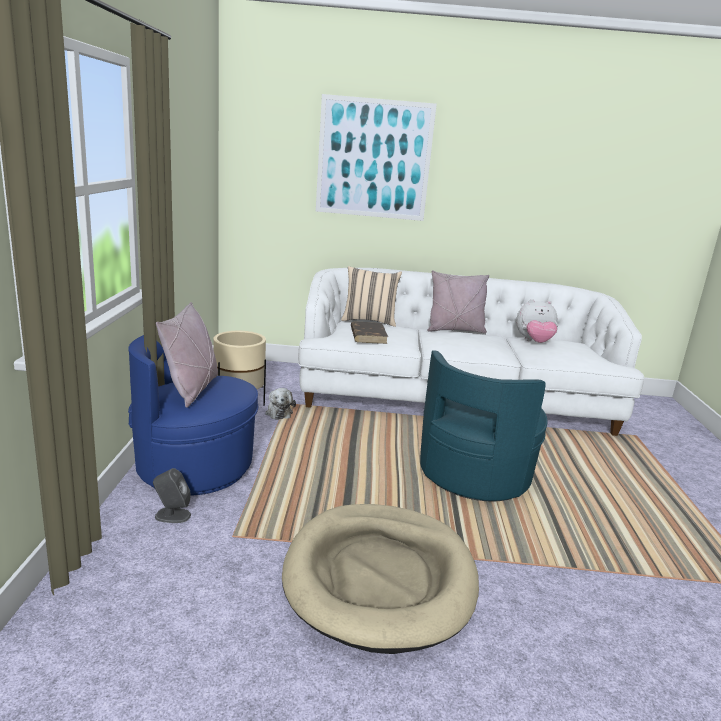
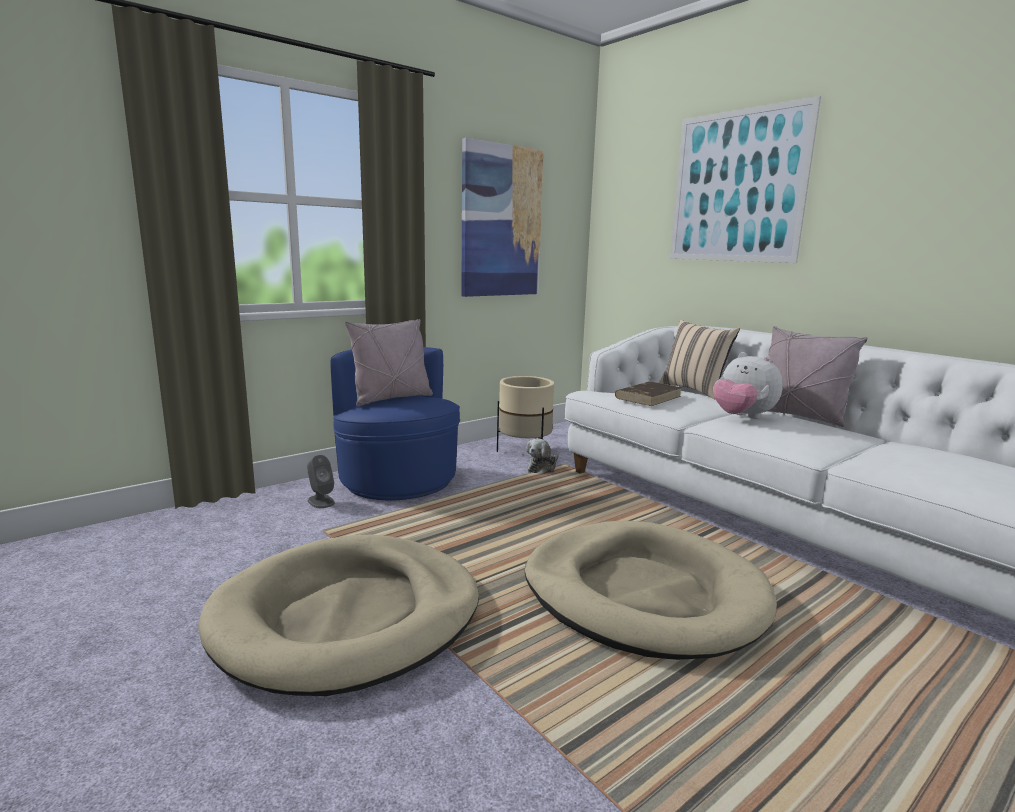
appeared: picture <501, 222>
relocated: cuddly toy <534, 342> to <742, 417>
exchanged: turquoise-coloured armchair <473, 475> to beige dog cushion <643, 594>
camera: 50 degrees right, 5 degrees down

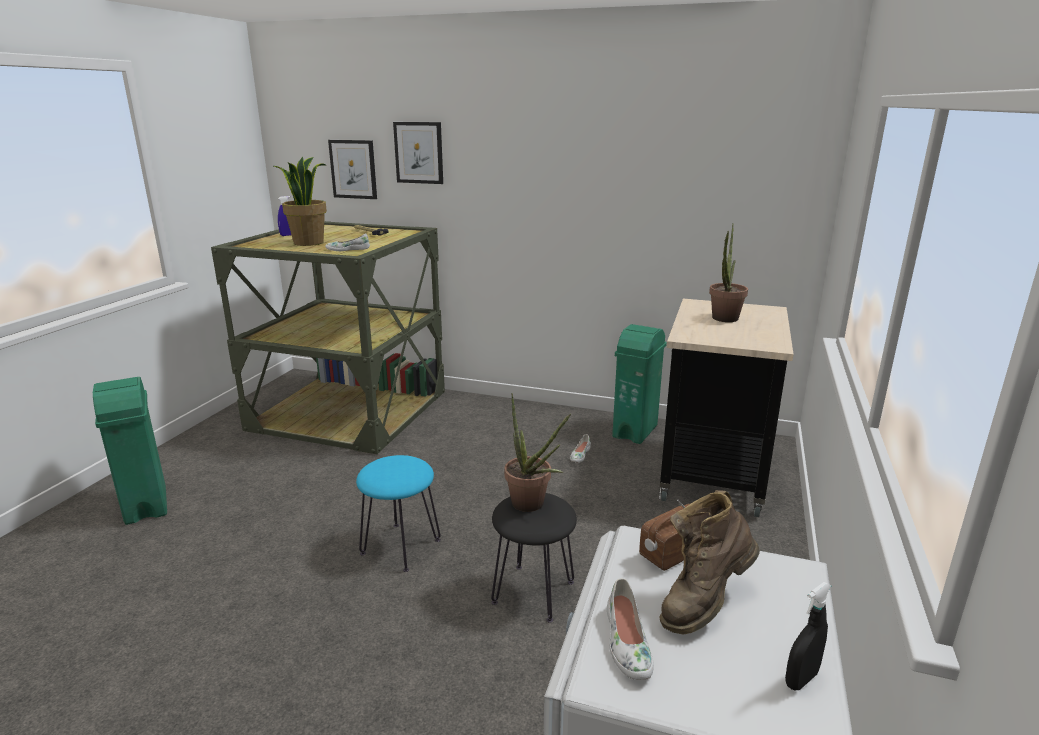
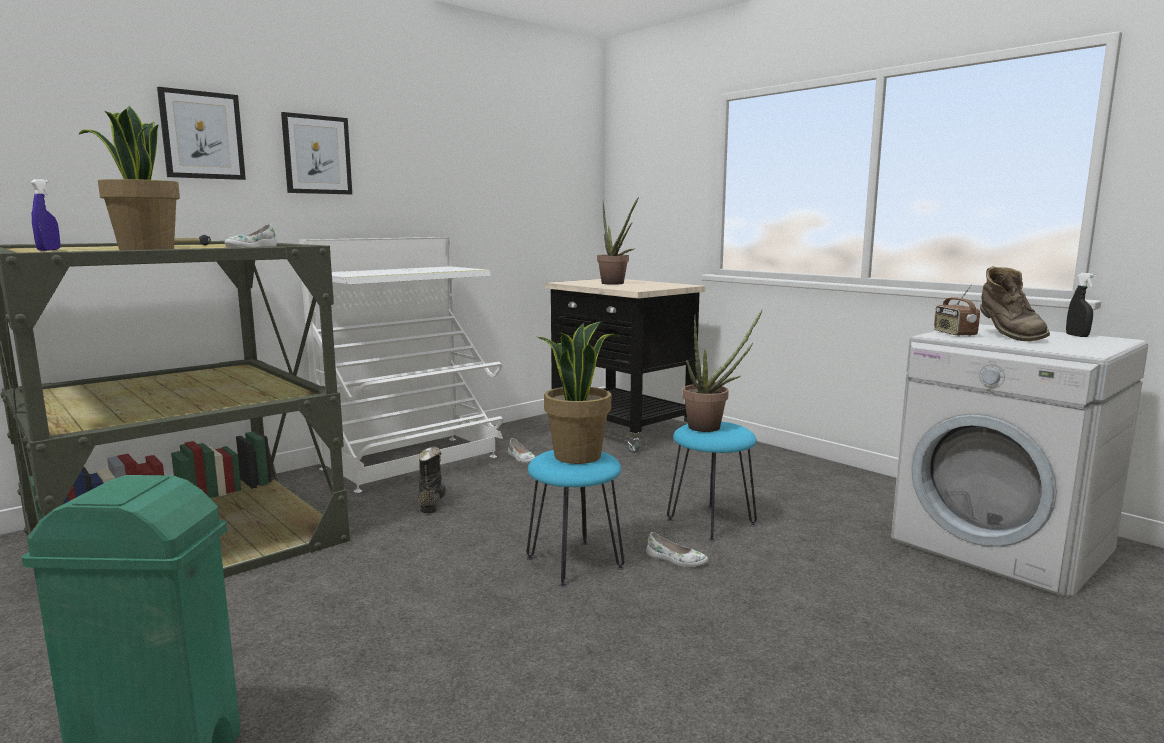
missing: greenish waste bin <635, 431>
appeared: whitish shoe shelf <413, 464>; black high-top boot <431, 502>; plant in a pot <577, 456>
relocated: picture <353, 169> to <317, 155>; whitish low shoe <626, 643> to <676, 560>
colour: black sitting stool <533, 592> to turquoise-coloured sitting stool <710, 522>
camera: 60 degrees left, 10 degrees down

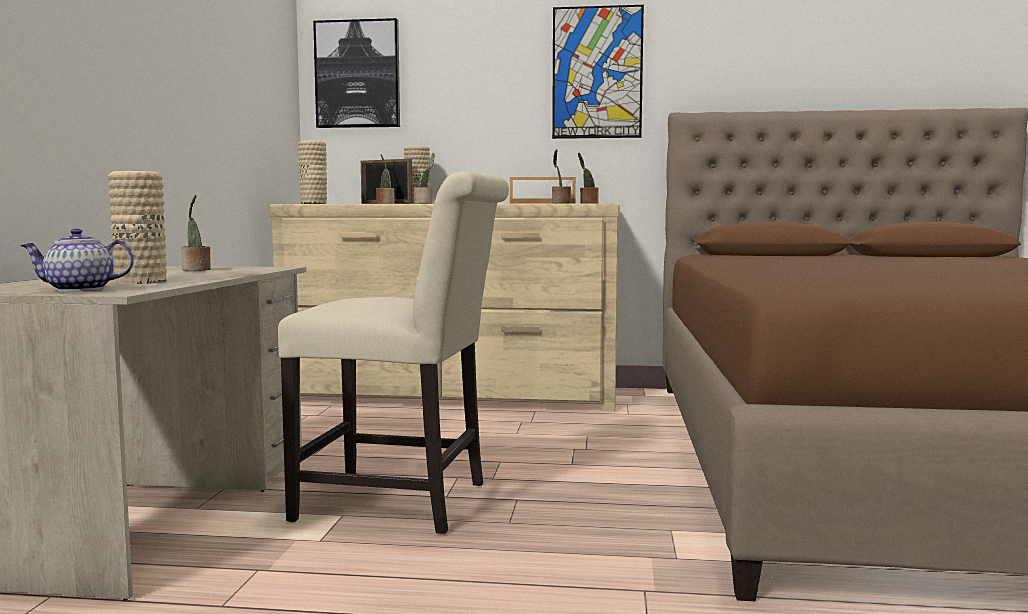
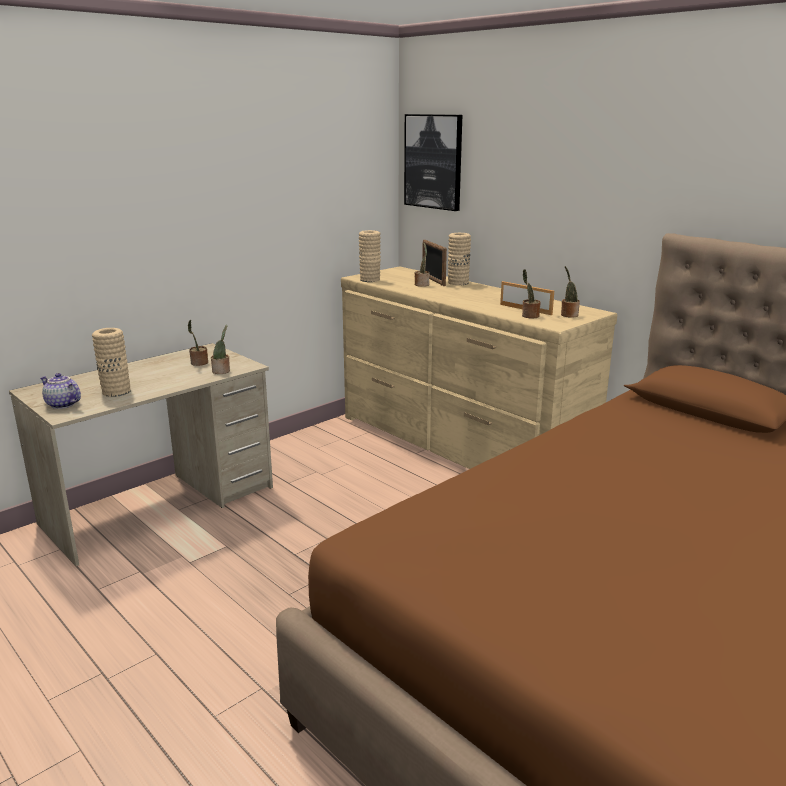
missing: beige chair <404, 503>; picture <597, 72>
relocated: plant in a pot <424, 203> to <222, 371>
camera: 40 degrees right, 15 degrees up

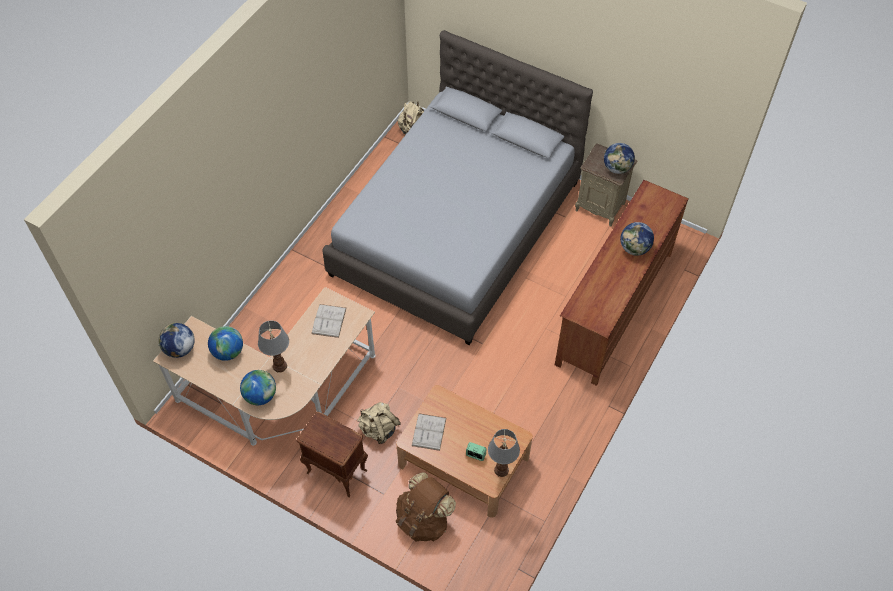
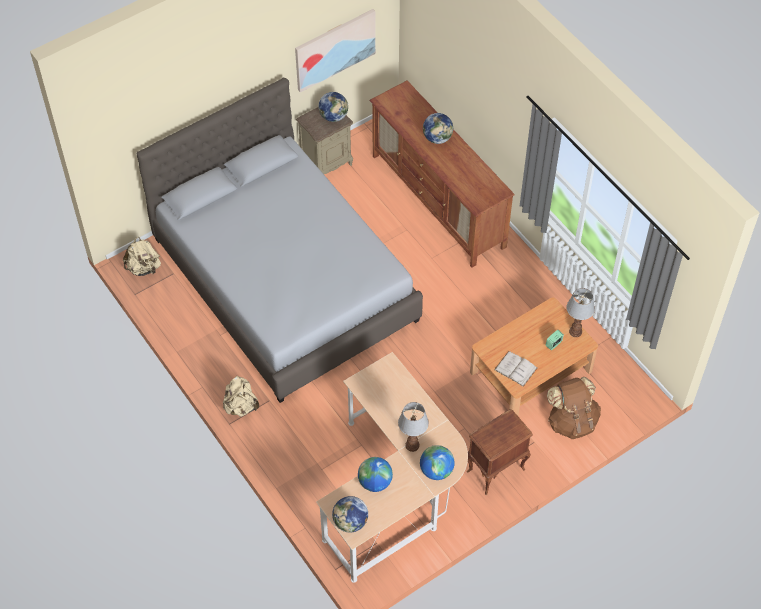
missing: whitish bound book <329, 320>
appeared: picture <334, 49>
relocated: beige rucksack <379, 429> to <241, 406>
camera: 65 degrees left, 0 degrees up

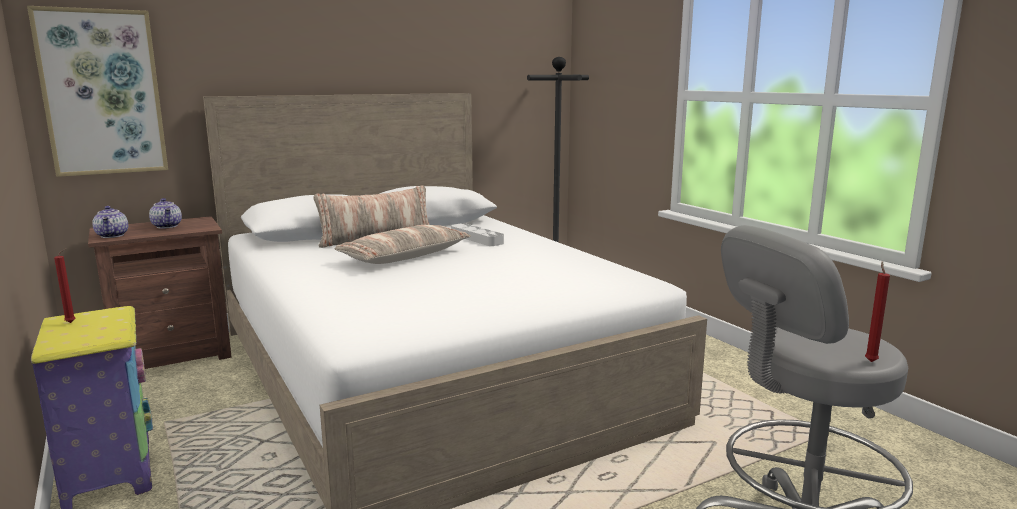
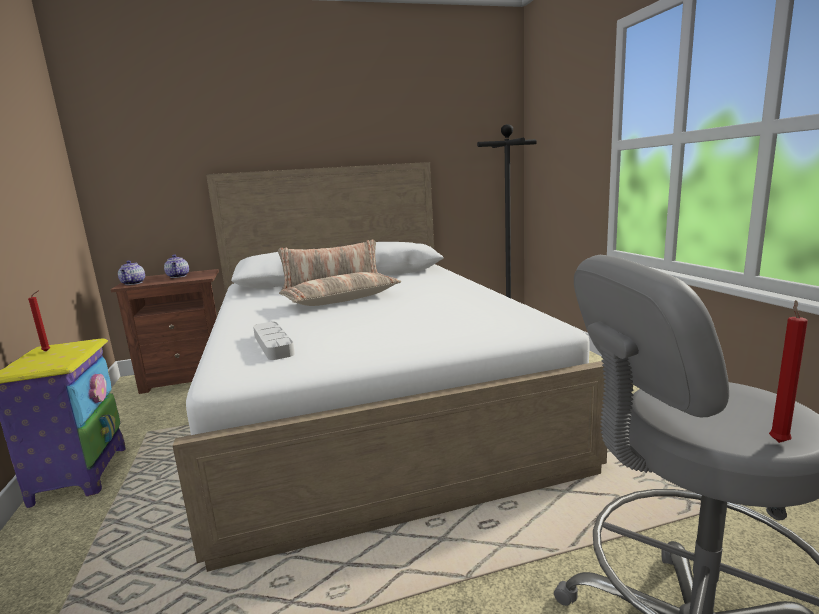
missing: picture <102, 93>
relocated: grey tray <476, 238> to <273, 344>
camera: 15 degrees right, 0 degrees up

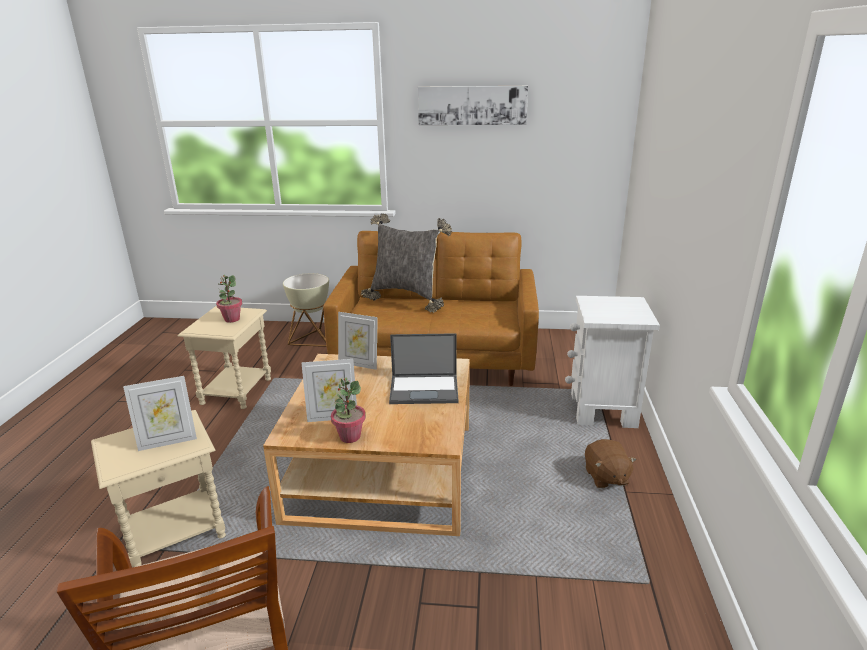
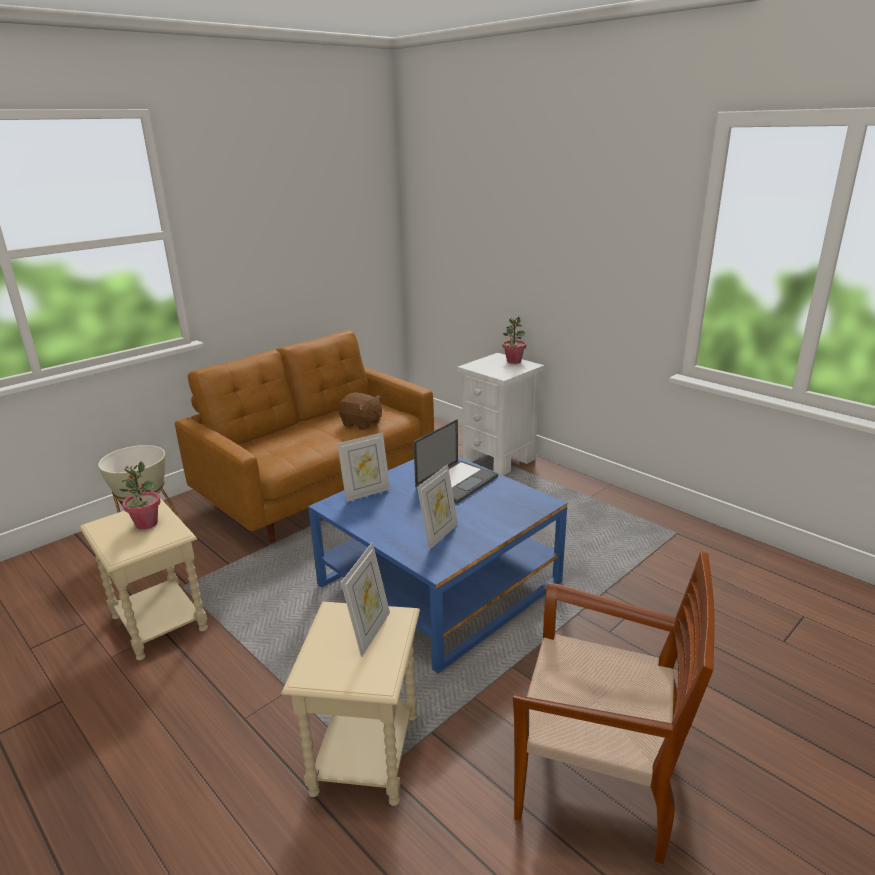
missing: pillow <408, 302>; picture <472, 105>
relocated: plant in a pot <349, 436> to <513, 361>; brown-coloured cuddly toy <605, 477> to <361, 424>
colour: beige low table <383, 471> to blue-coloured low table <439, 584>
camera: 50 degrees left, 0 degrees up

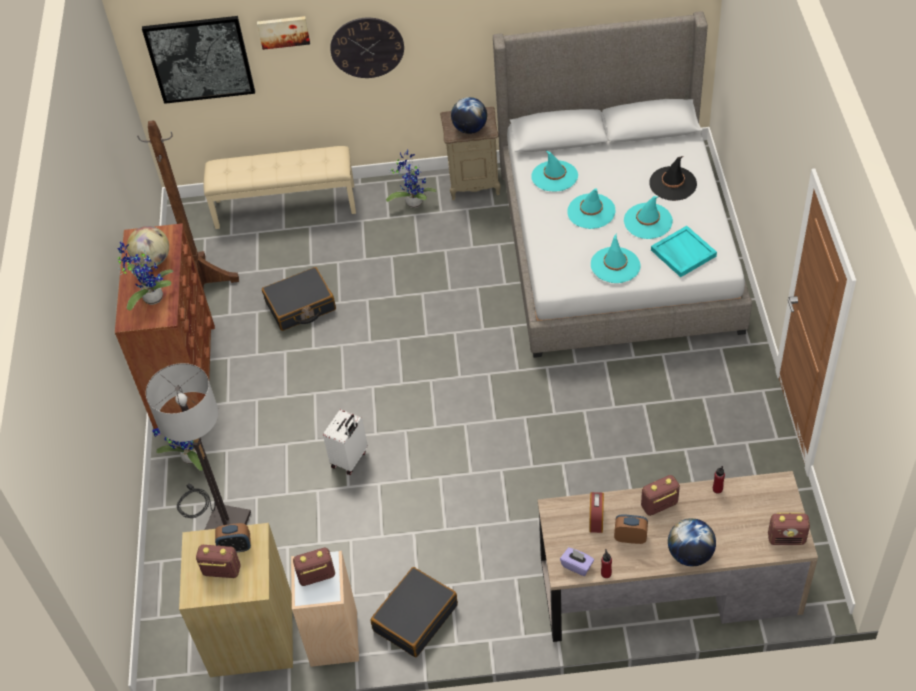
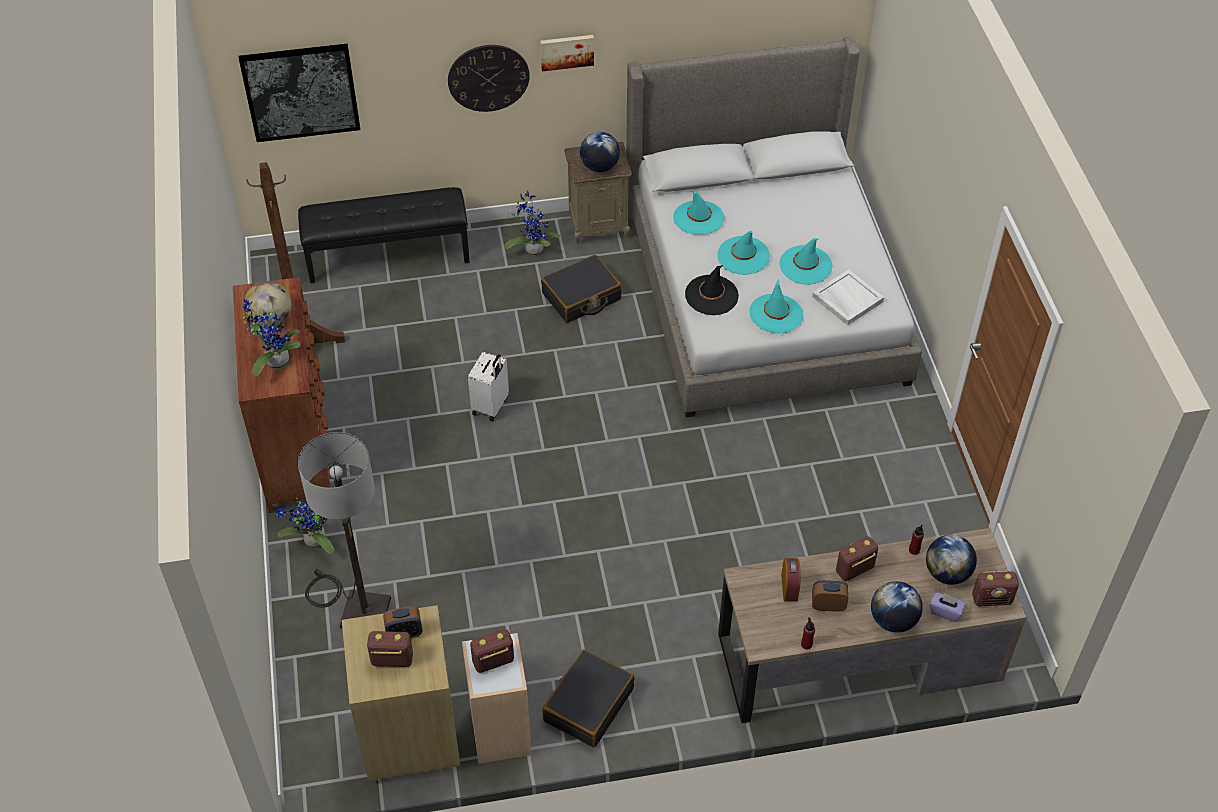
appeared: desk globe <947, 573>
relocated: picture <283, 31> to <567, 51>; black suitcase <300, 306> to <581, 297>; whitish suitcase <350, 459> to <491, 406>; purple-coloured tissue box <577, 566> to <945, 611>; black clothing hat <673, 184> to <711, 295>
colour: beige bench <285, 206> to black bench <388, 255>; turquoise-coloured tray <682, 253> to whitish tray <846, 299>
camera: 10 degrees left, 0 degrees up

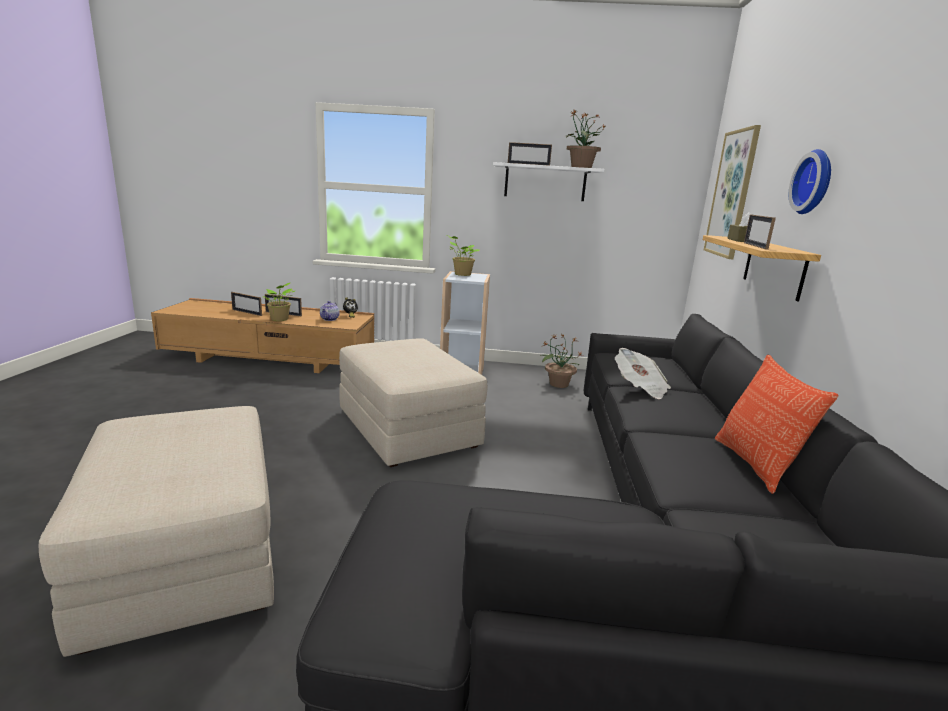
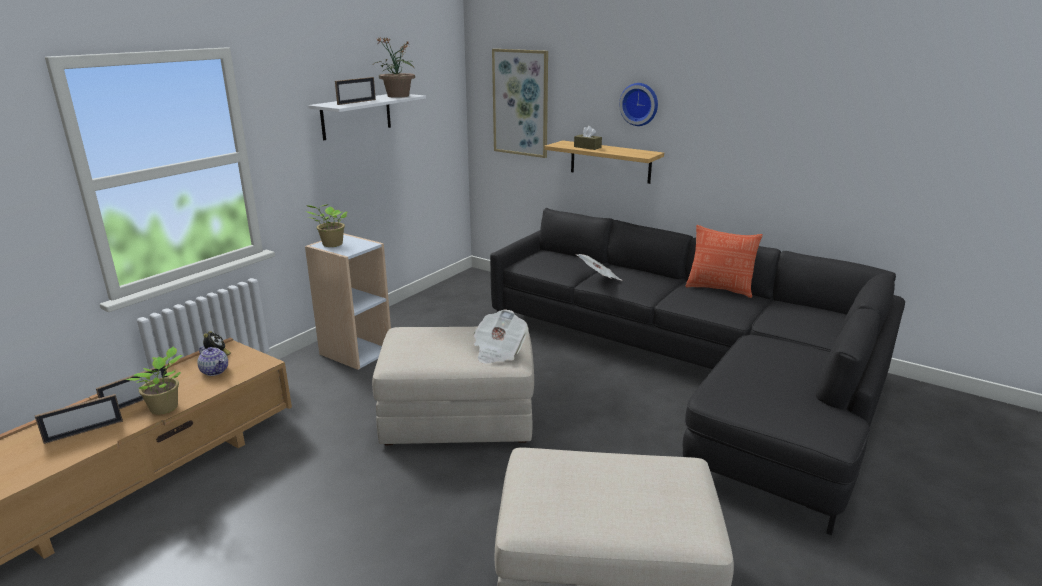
missing: plant in a pot <558, 384>; picture frame <755, 246>
appeared: newspaper <498, 351>
camera: 60 degrees left, 5 degrees up

